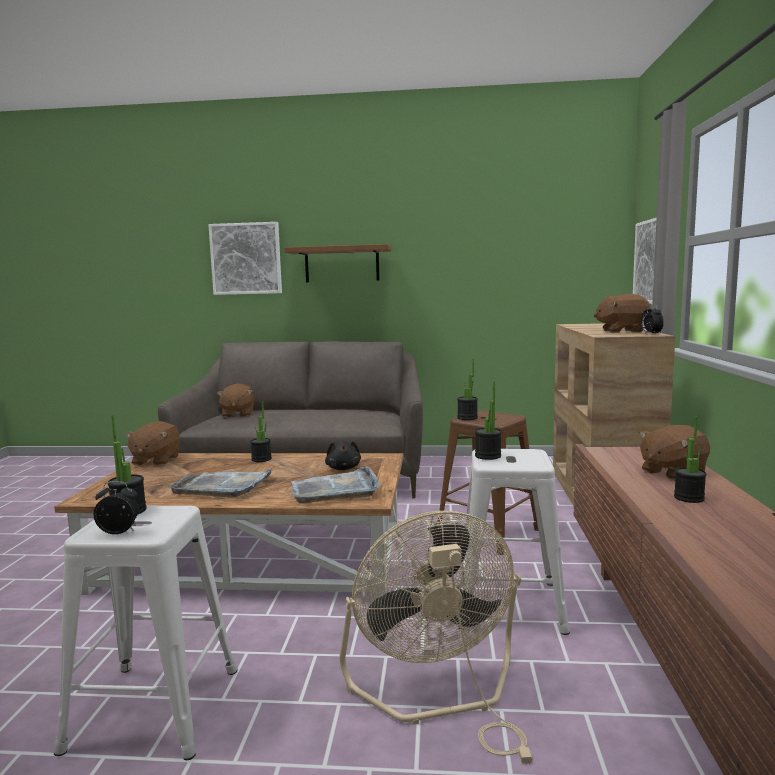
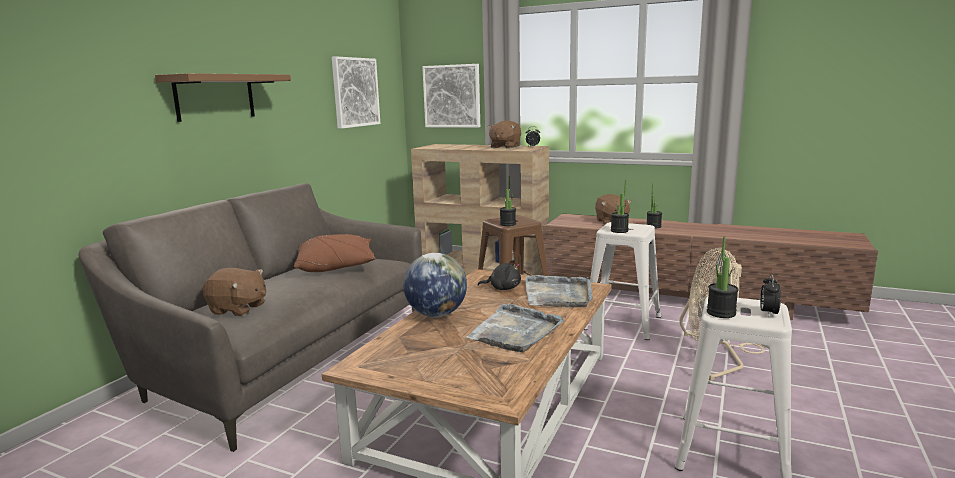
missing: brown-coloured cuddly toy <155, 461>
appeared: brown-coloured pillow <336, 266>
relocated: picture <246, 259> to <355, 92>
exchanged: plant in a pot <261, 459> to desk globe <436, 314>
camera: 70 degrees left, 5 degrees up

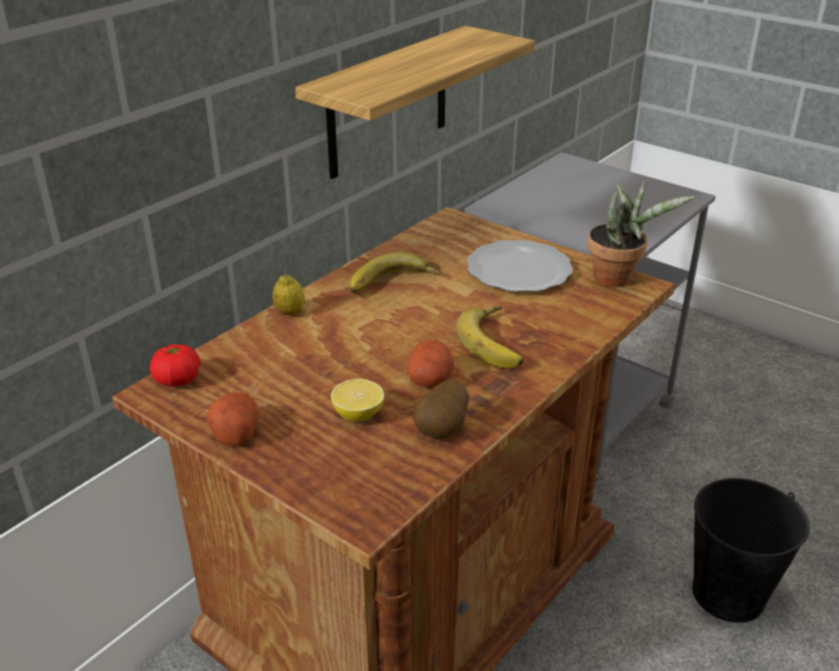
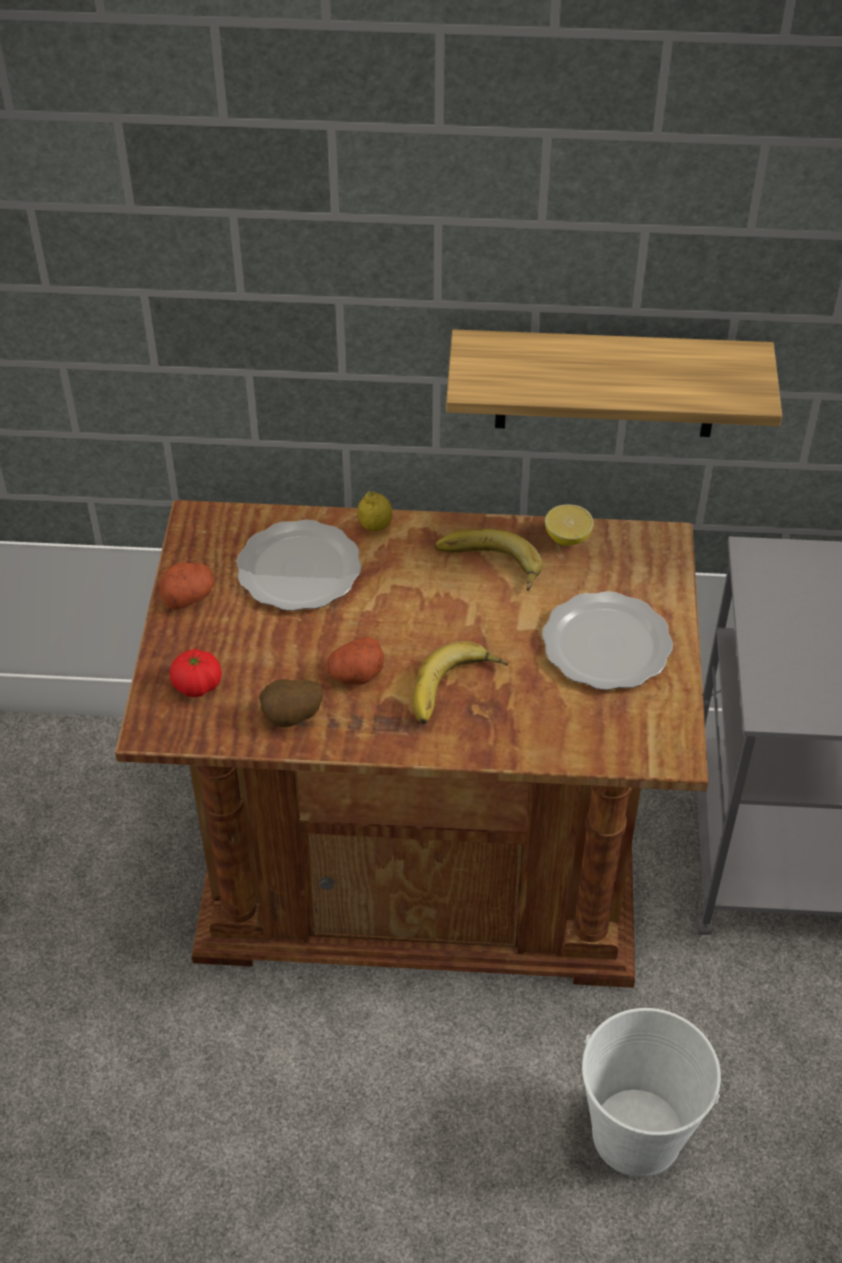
missing: plant in a pot <617, 278>
appeared: dinner plate <298, 570>
relocated: tomato <177, 379> to <197, 685>; whole lemon <358, 414> to <567, 537>
colour: black water bucket <728, 593> to whitish water bucket <637, 1133>
camera: 55 degrees right, 15 degrees up

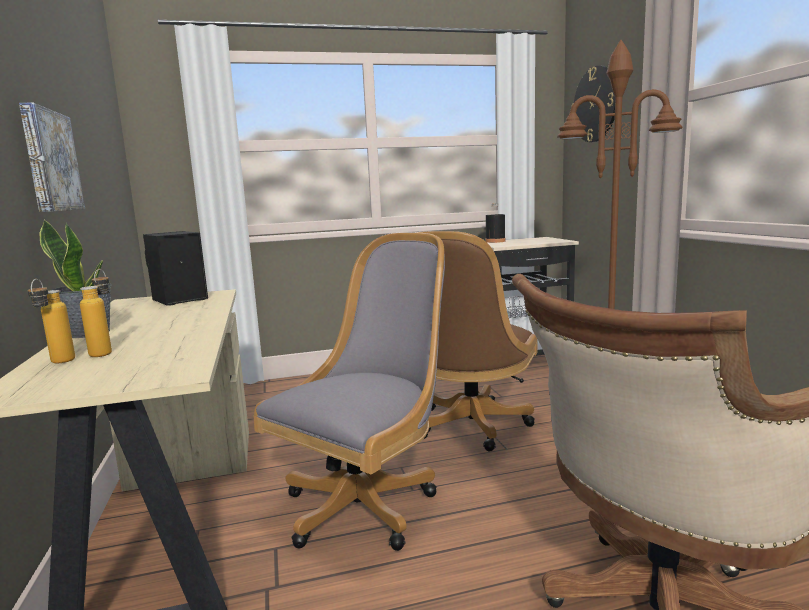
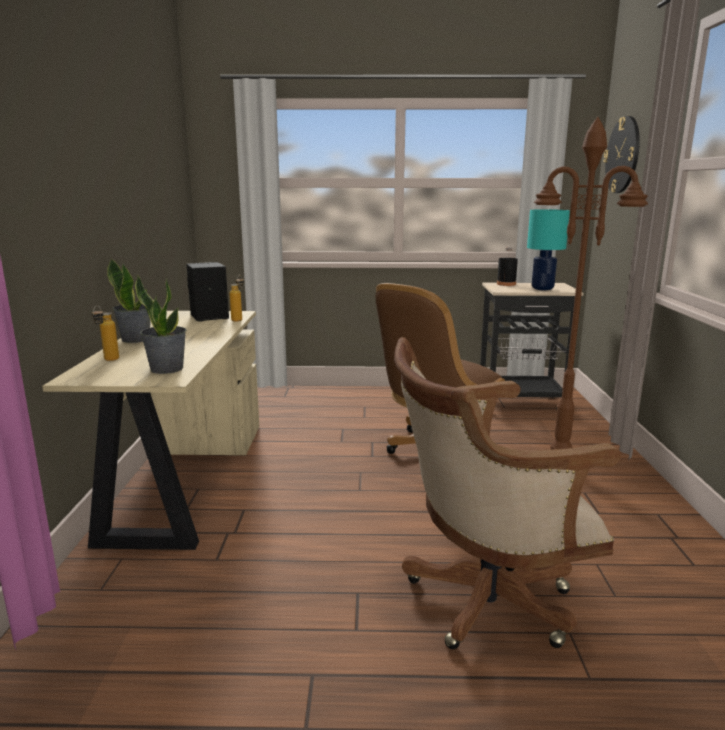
missing: picture <48, 161>; grey computer chair <368, 501>
appeared: plant in a pot <167, 369>; turquoise-coloured tabletop lamp <542, 289>
relocated: bottle <105, 352> to <239, 319>
camera: 15 degrees right, 5 degrees up

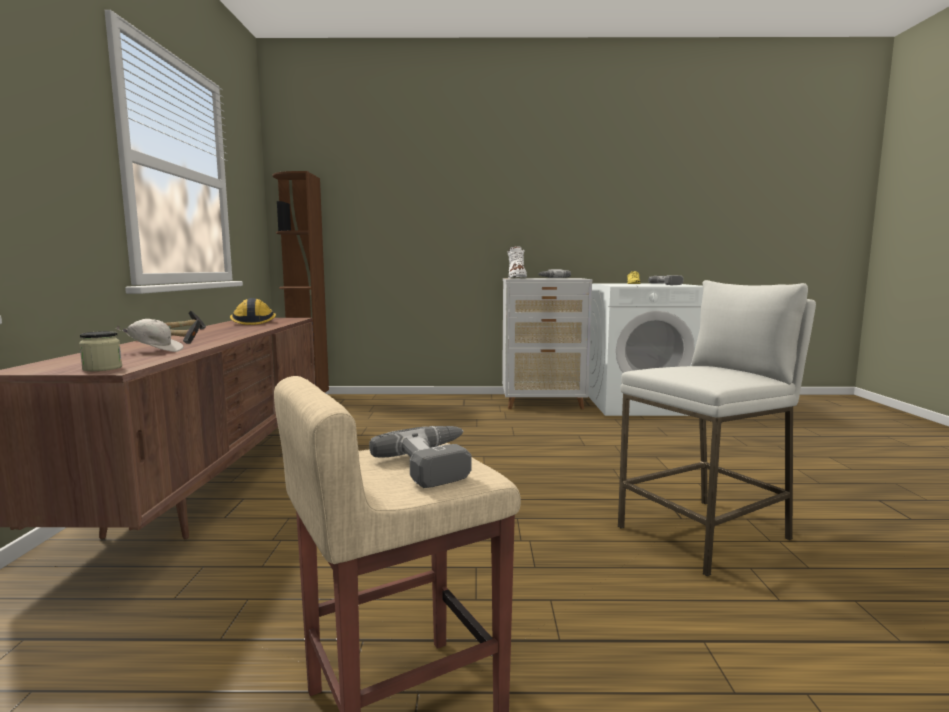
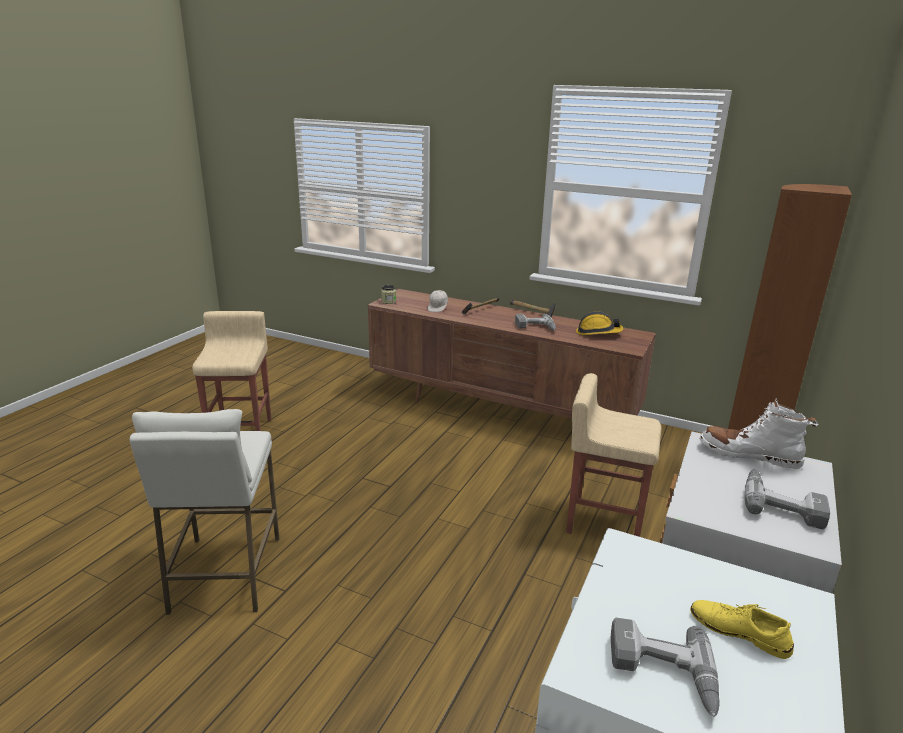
appeared: beige sitting stool <603, 521>
relocated: power drill <437, 463> to <535, 327>
camera: 115 degrees right, 15 degrees up

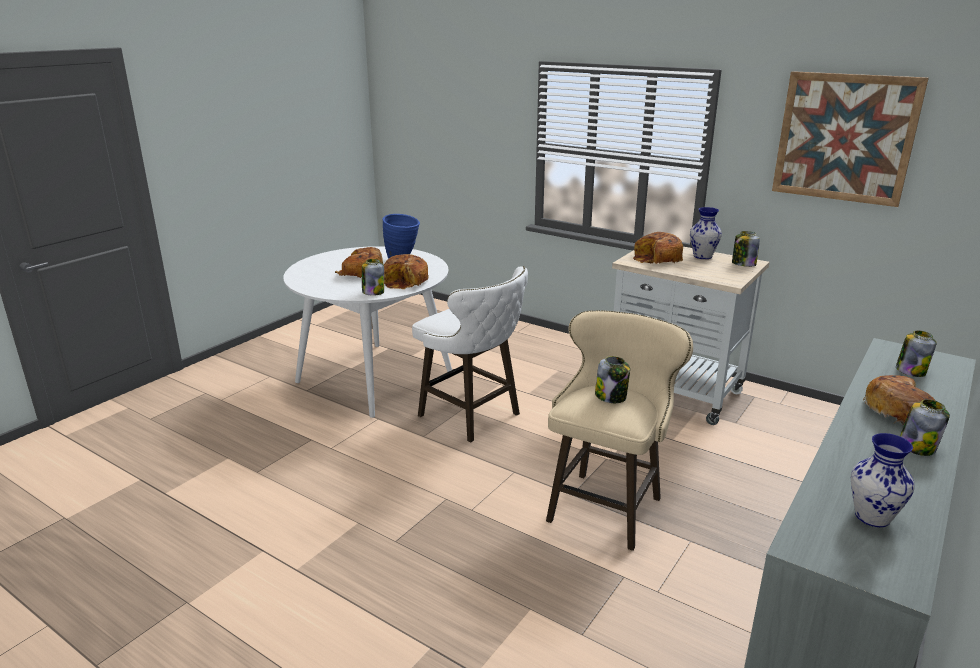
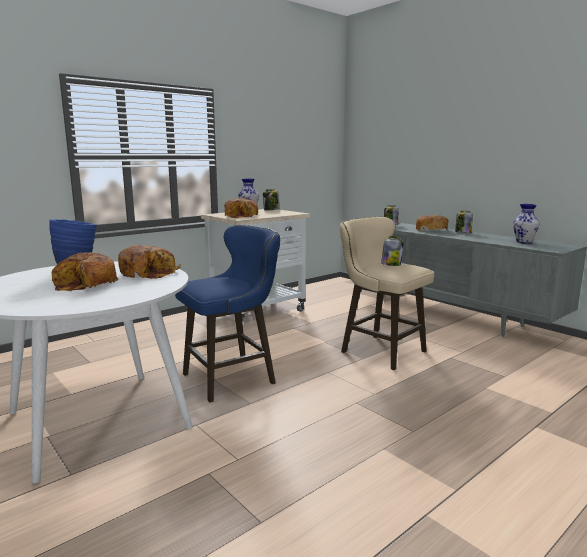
missing: storage jar <373, 292>; picture <844, 138>
colour: whitish sitting stool <472, 416> to blue-coloured sitting stool <233, 377>
camera: 75 degrees left, 10 degrees down

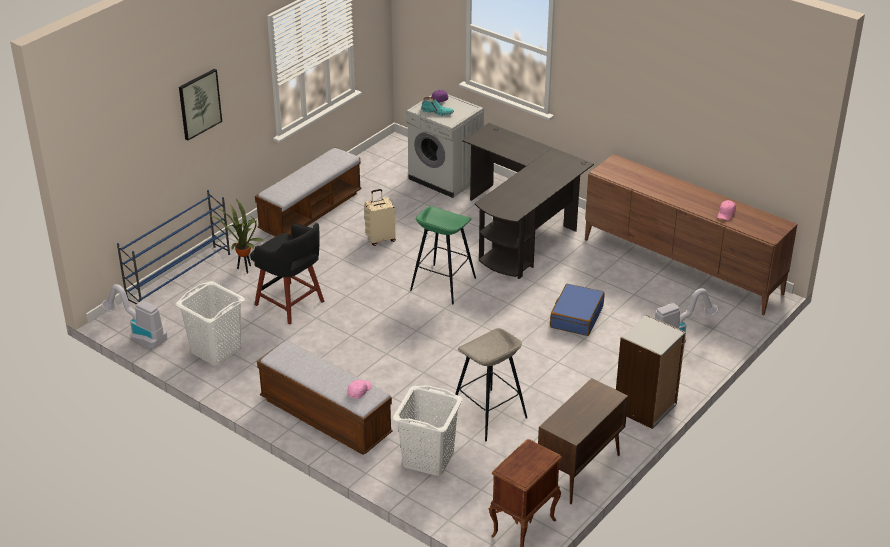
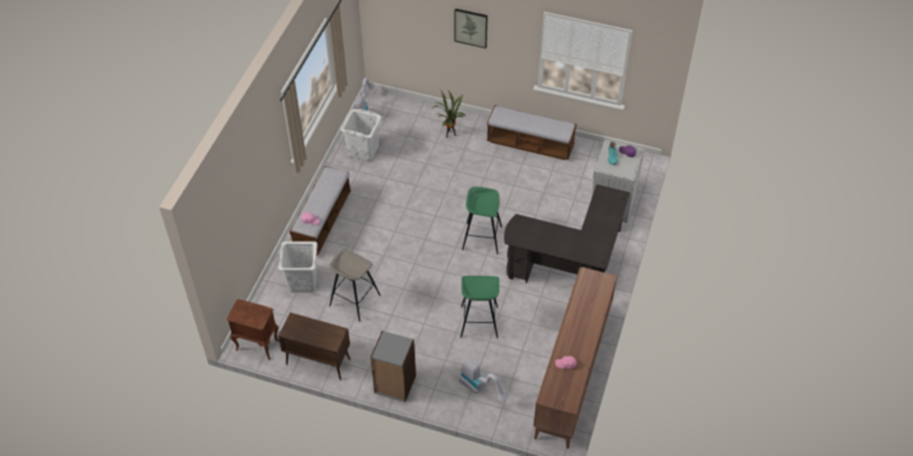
missing: blue-coloured shoe shelf <180, 277>; black sitting stool <291, 304>; beige suitcase <380, 239>
exchanged: blue-coloured suitcase <576, 317> to greenish sitting stool <479, 322>
camera: 70 degrees right, 15 degrees up

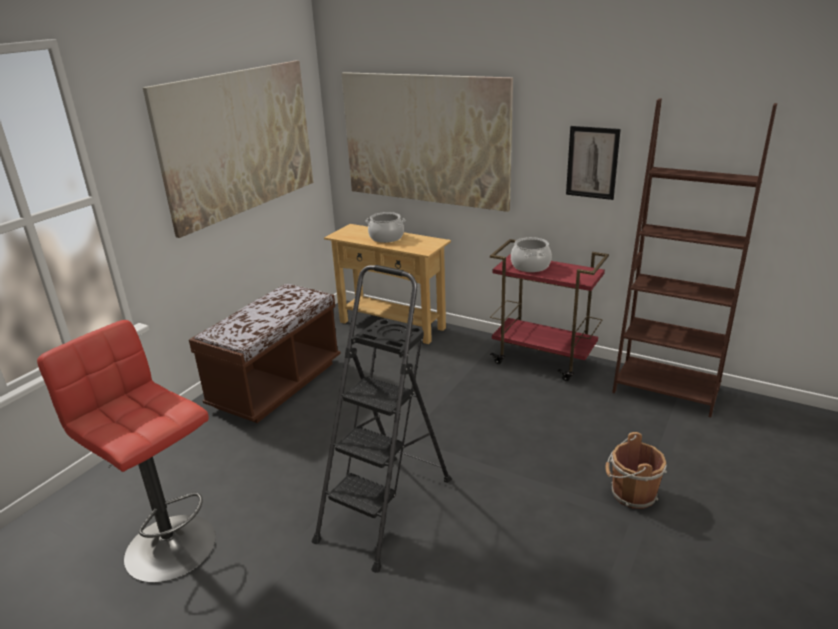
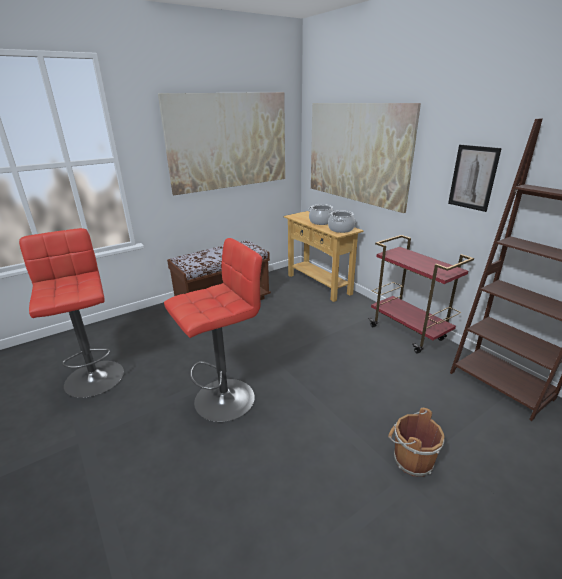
relocated: saucepot <530, 266> to <340, 229>
exchanged: stepladder <387, 507> to red sitting stool <225, 399>
camera: 25 degrees right, 0 degrees up

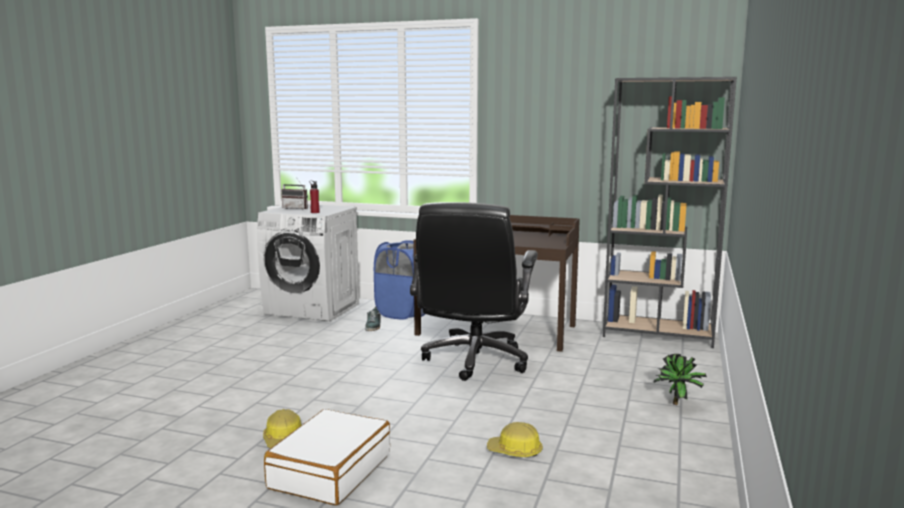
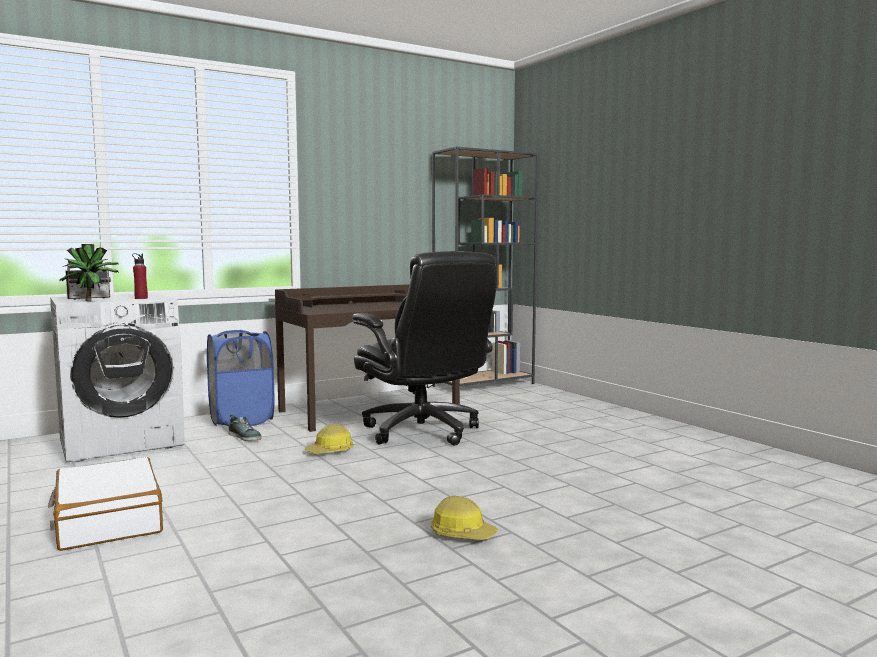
relocated: whitish suitcase <330, 471> to <108, 520>; hard hat <515, 451> to <330, 451>; plant in a pot <679, 405> to <93, 301>
camera: 50 degrees left, 5 degrees down

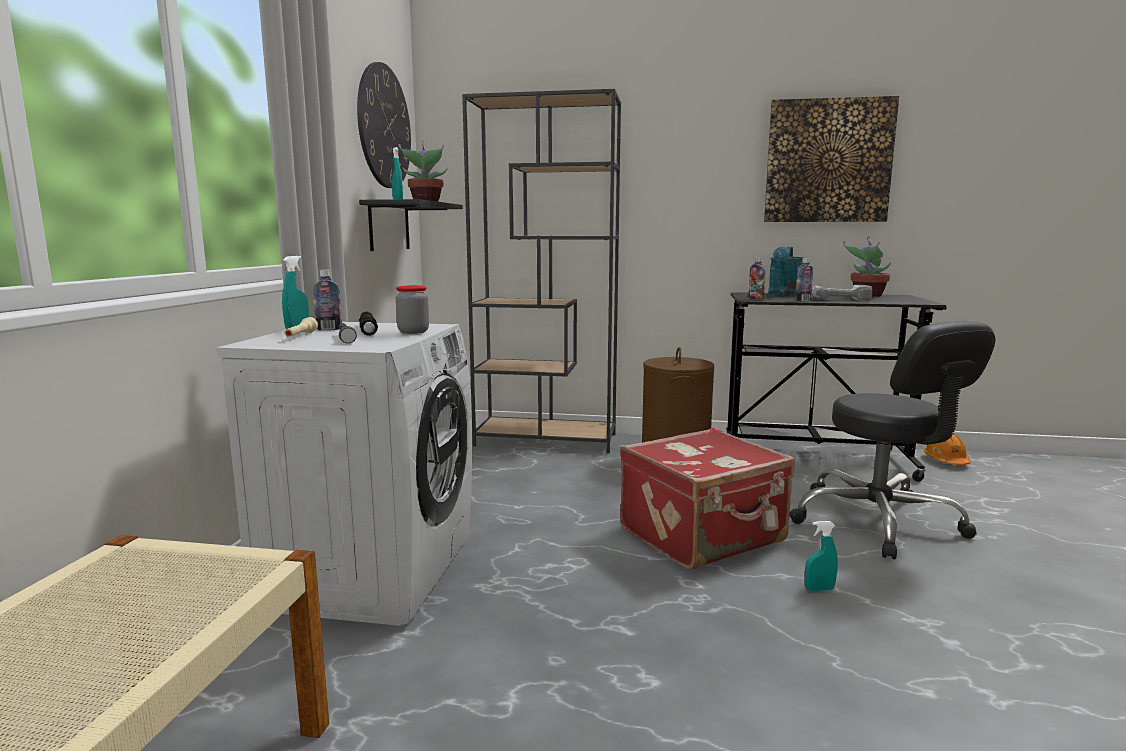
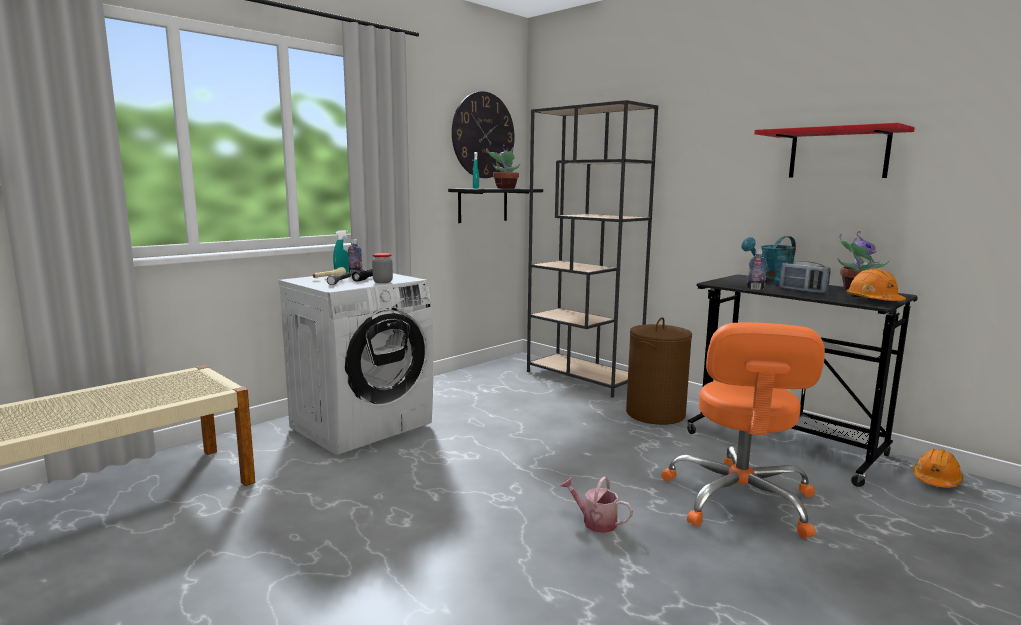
missing: red suitcase <704, 536>; bottle <755, 298>
appeared: orange hard hat <873, 301>
exchanged: picture <828, 161> to red shelf <838, 154>; turquoise-coloured sprayer <819, 589> to watering pot <595, 522>; power drill <837, 298> to radio receiver <802, 291>
colour: black computer chair <882, 524> to orange computer chair <740, 504>
camera: 35 degrees right, 0 degrees up

